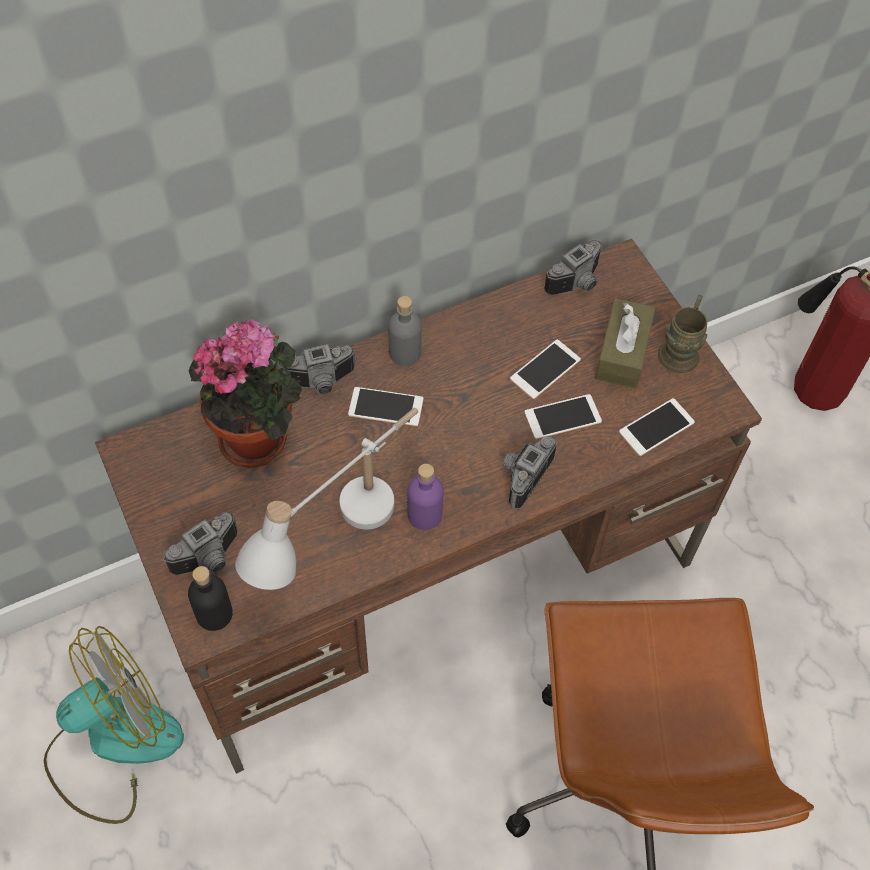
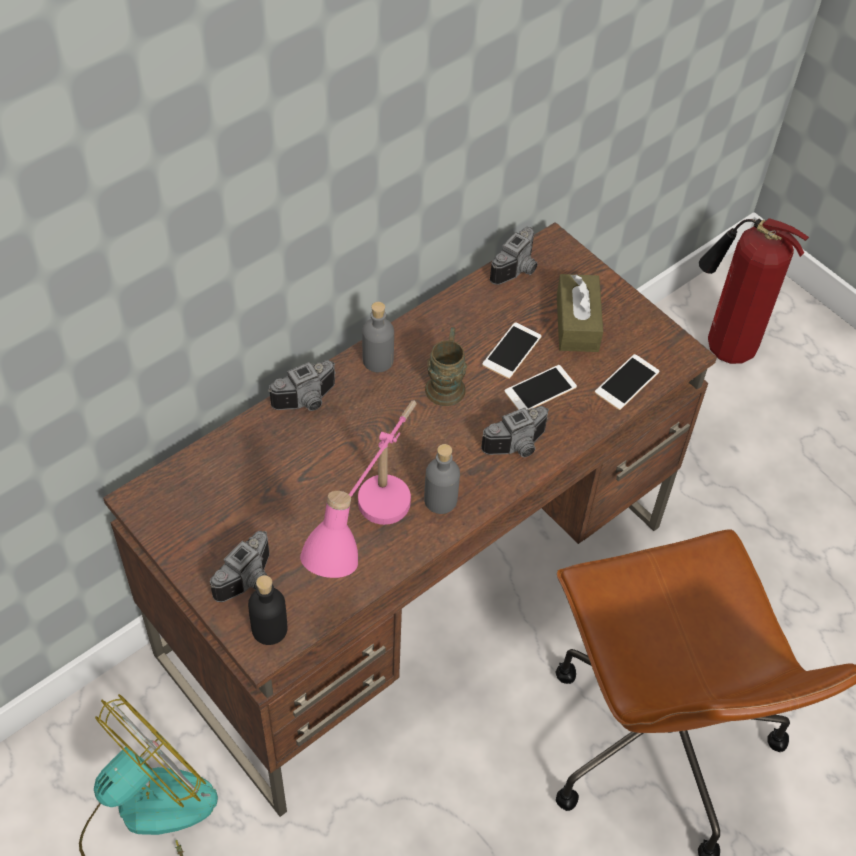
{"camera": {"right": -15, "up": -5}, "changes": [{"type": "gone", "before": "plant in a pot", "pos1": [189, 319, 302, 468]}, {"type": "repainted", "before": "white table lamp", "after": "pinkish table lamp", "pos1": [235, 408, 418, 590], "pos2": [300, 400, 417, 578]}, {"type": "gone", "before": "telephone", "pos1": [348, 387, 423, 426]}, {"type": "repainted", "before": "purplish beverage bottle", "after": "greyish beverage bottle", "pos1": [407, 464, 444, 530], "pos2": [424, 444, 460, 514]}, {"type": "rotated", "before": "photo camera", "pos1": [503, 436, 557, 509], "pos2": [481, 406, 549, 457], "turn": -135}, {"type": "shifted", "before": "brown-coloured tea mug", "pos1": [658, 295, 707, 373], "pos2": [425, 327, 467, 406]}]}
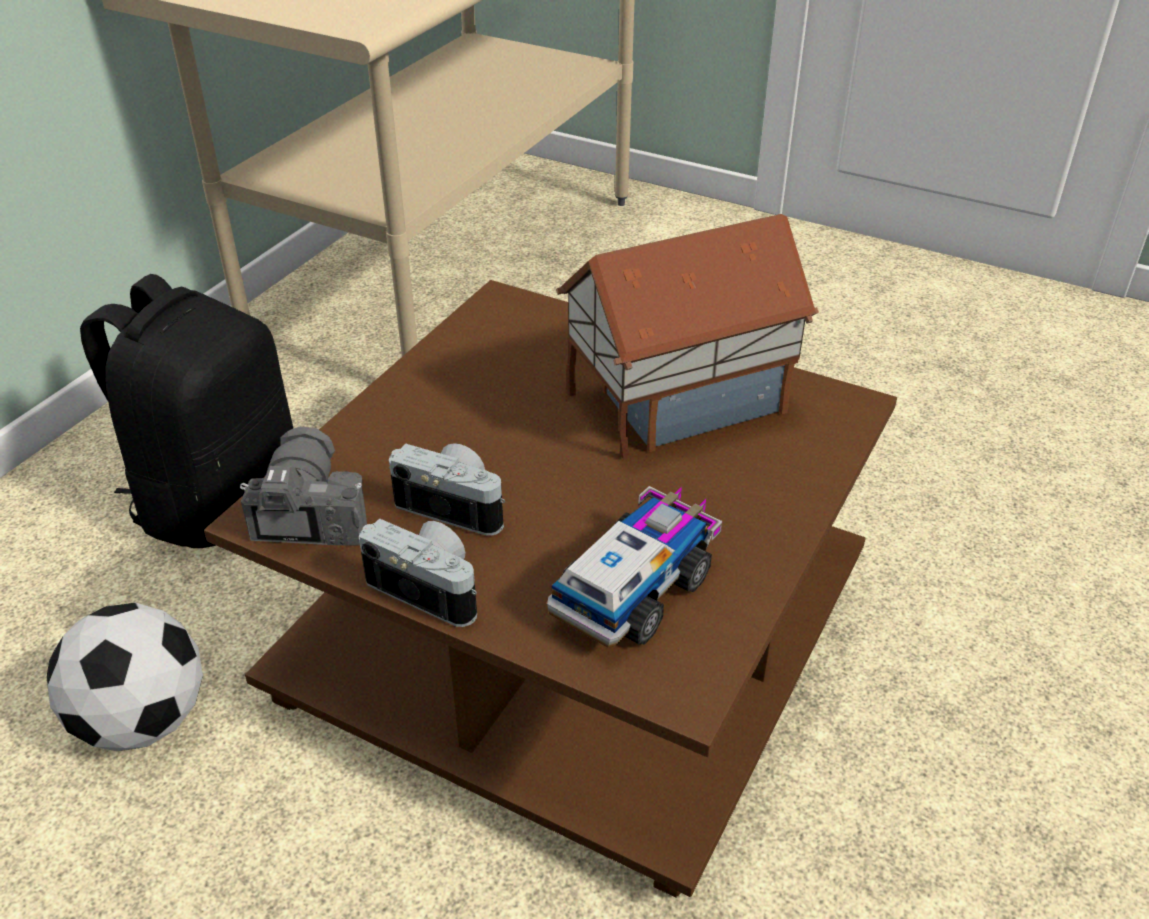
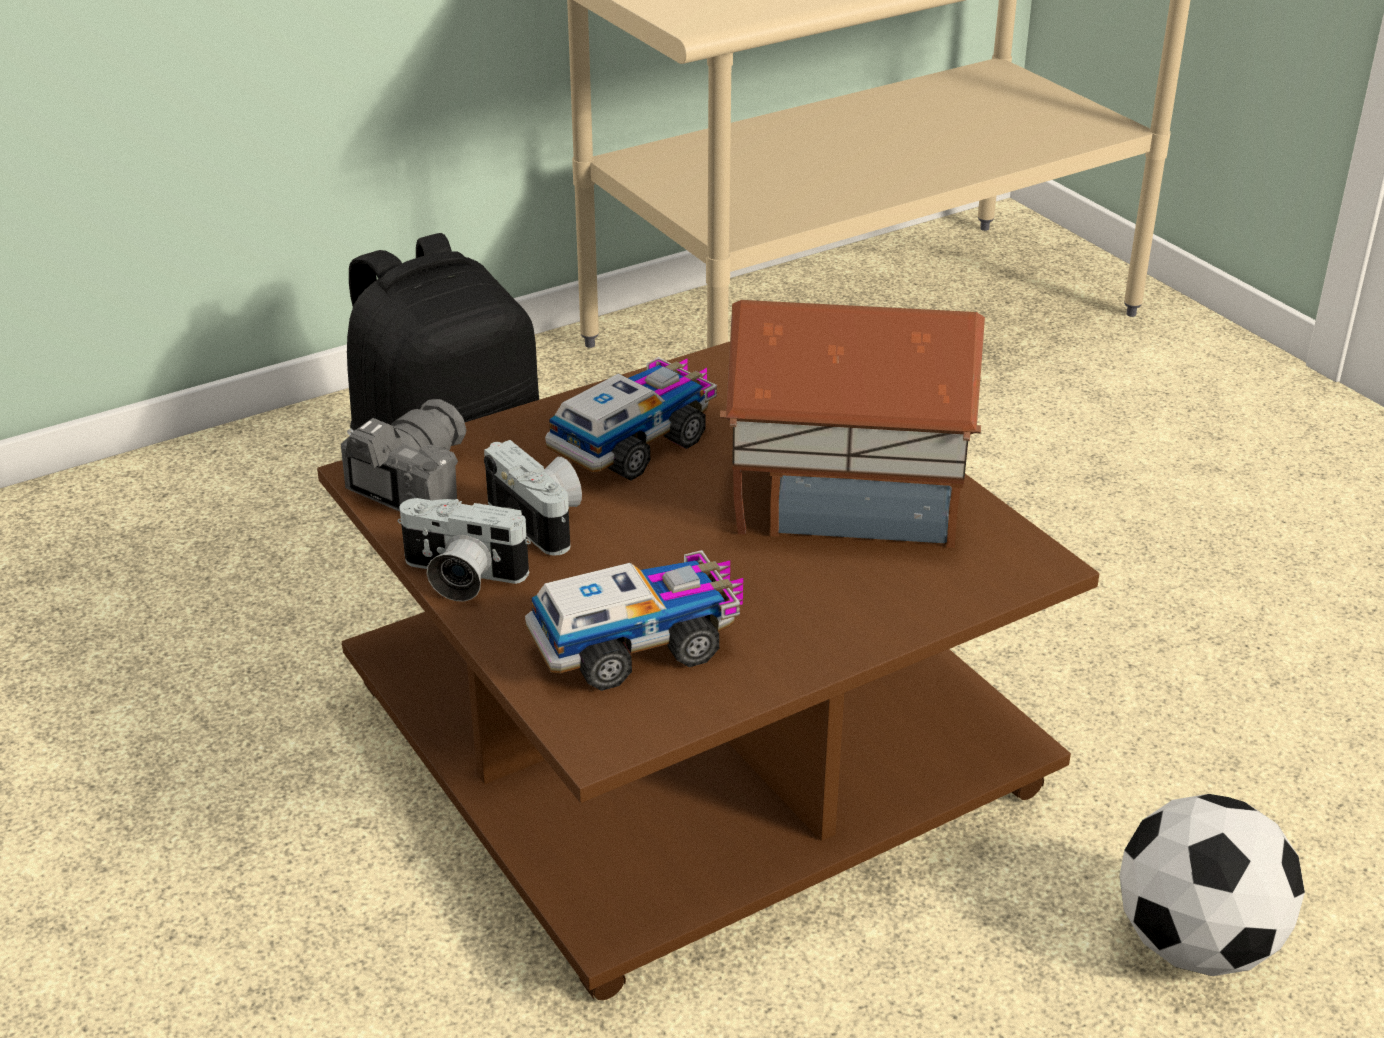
{"camera": {"right": 30, "up": -5}, "changes": [{"type": "shifted", "before": "football ball", "pos1": [46, 603, 203, 751], "pos2": [1119, 794, 1305, 976]}, {"type": "rotated", "before": "photo camera", "pos1": [359, 518, 477, 627], "pos2": [397, 498, 531, 602], "turn": 135}, {"type": "new", "after": "toy lorry", "pos2": [545, 357, 717, 481]}]}
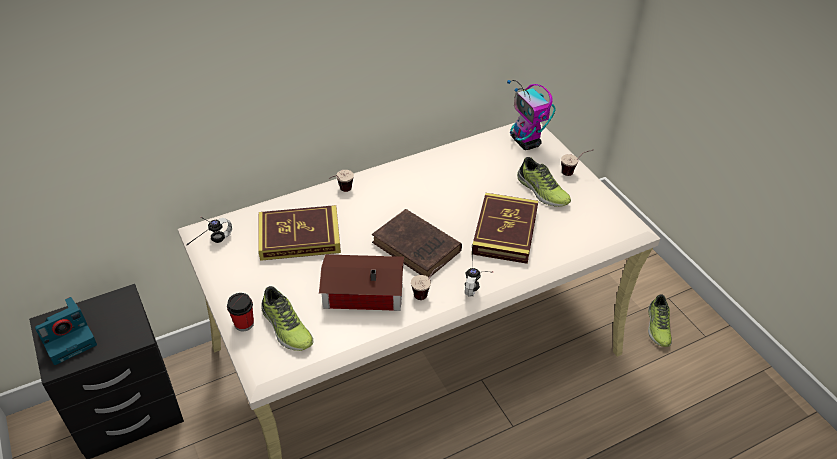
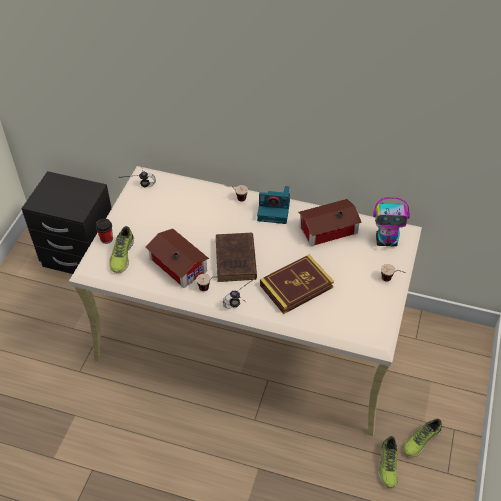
{"camera": {"right": 45, "up": 5}, "changes": [{"type": "shifted", "before": "photo camera", "pos1": [35, 297, 97, 365], "pos2": [257, 186, 290, 224]}, {"type": "gone", "before": "volume", "pos1": [258, 205, 341, 261]}, {"type": "rotated", "before": "toy robot", "pos1": [507, 80, 556, 150], "pos2": [373, 197, 410, 246], "turn": -105}, {"type": "shifted", "before": "shoe", "pos1": [517, 157, 571, 207], "pos2": [378, 436, 398, 488]}, {"type": "new", "after": "toy house", "pos2": [298, 199, 362, 246]}]}
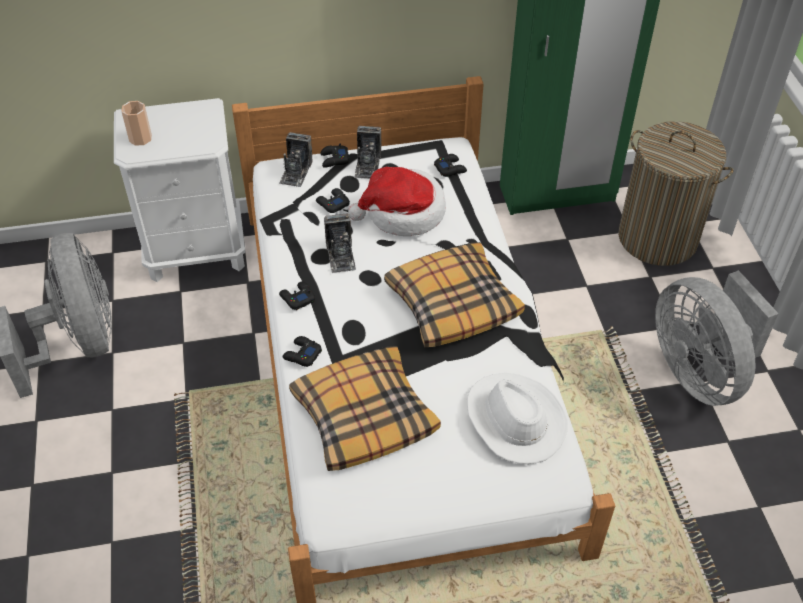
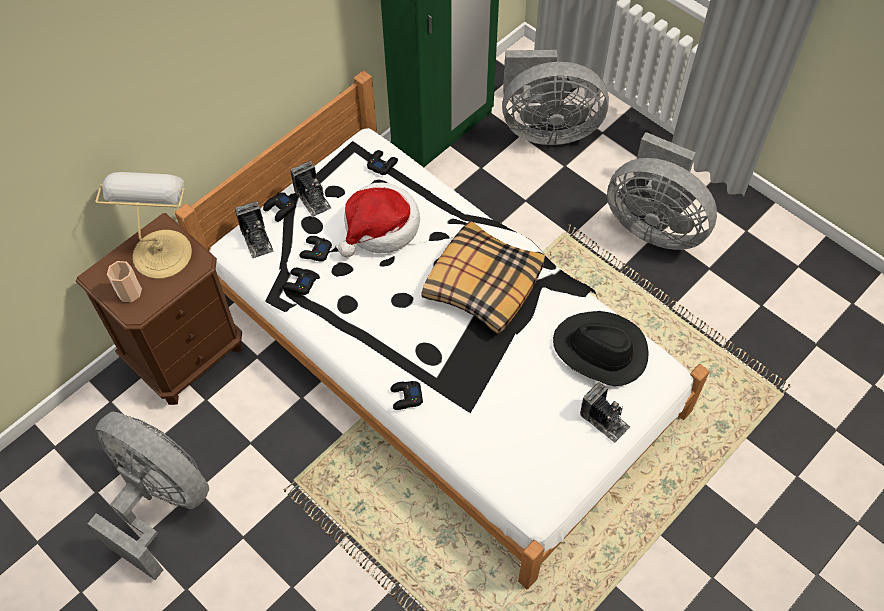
{"camera": {"right": -35, "up": 10}, "changes": [{"type": "repainted", "before": "white bedside table", "after": "brown-coloured bedside table", "pos1": [114, 98, 245, 282], "pos2": [76, 213, 242, 405]}, {"type": "shifted", "before": "black gamepad", "pos1": [279, 281, 315, 310], "pos2": [282, 268, 316, 295]}, {"type": "gone", "before": "throw pillow", "pos1": [289, 346, 441, 471]}, {"type": "shifted", "before": "photo camera", "pos1": [324, 213, 356, 273], "pos2": [580, 382, 630, 443]}, {"type": "repainted", "before": "white clothing hat", "after": "black clothing hat", "pos1": [467, 373, 568, 464], "pos2": [553, 311, 649, 386]}, {"type": "swapped", "before": "washing basket", "after": "greyish cooling fan", "pos1": [618, 121, 734, 266], "pos2": [502, 50, 609, 145]}, {"type": "new", "after": "table lamp", "pos2": [95, 172, 192, 279]}]}
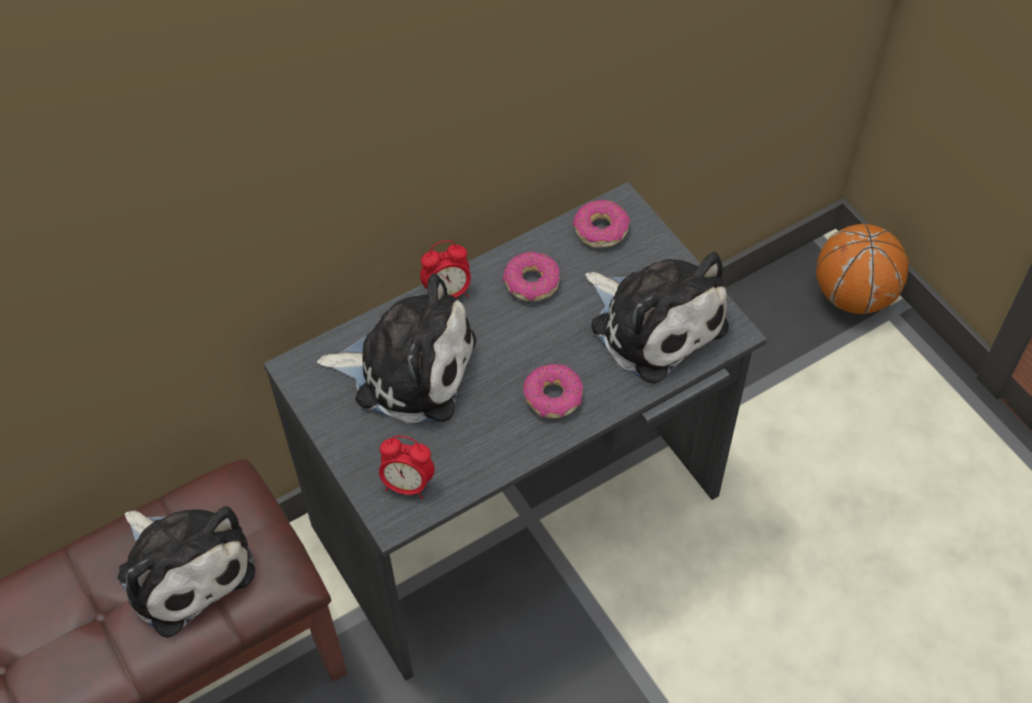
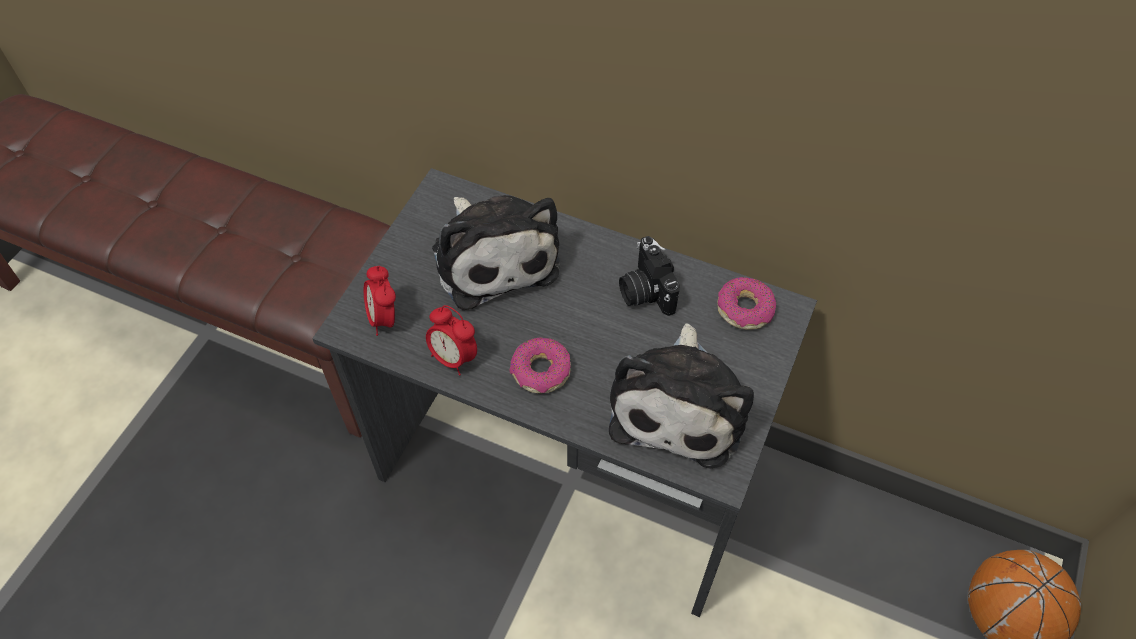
{"camera": {"right": 55, "up": 0}, "changes": [{"type": "gone", "before": "soft toy", "pos1": [118, 506, 255, 638]}, {"type": "shifted", "before": "bedside clock", "pos1": [420, 240, 471, 297], "pos2": [426, 305, 477, 376]}, {"type": "swapped", "before": "donut", "after": "photo camera", "pos1": [503, 252, 560, 301], "pos2": [619, 236, 680, 316]}]}
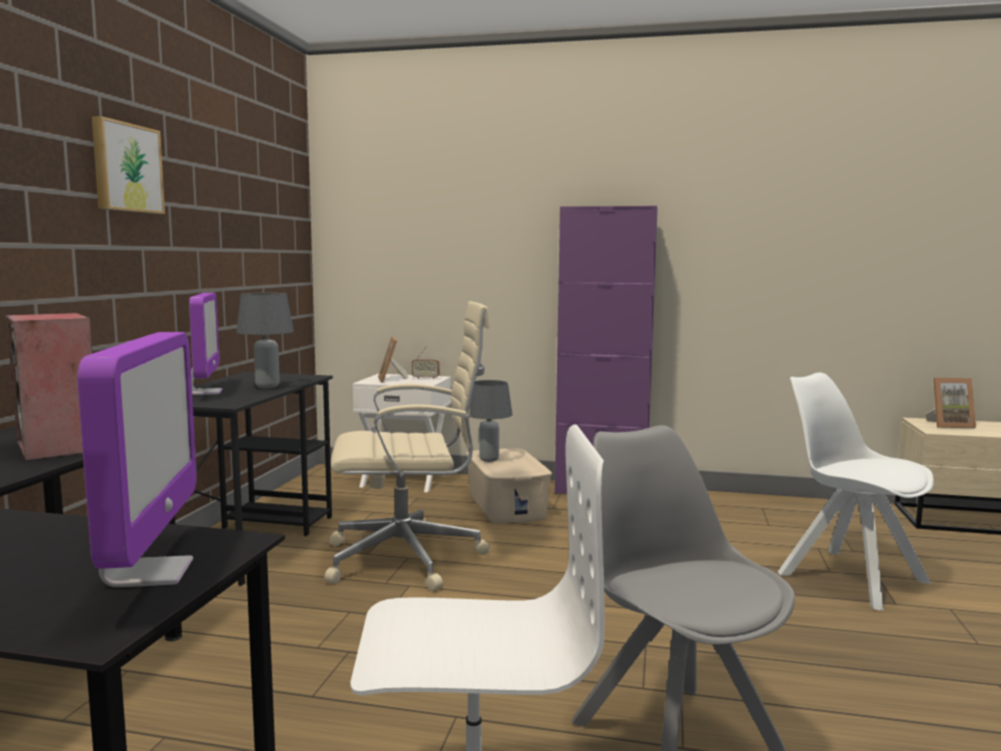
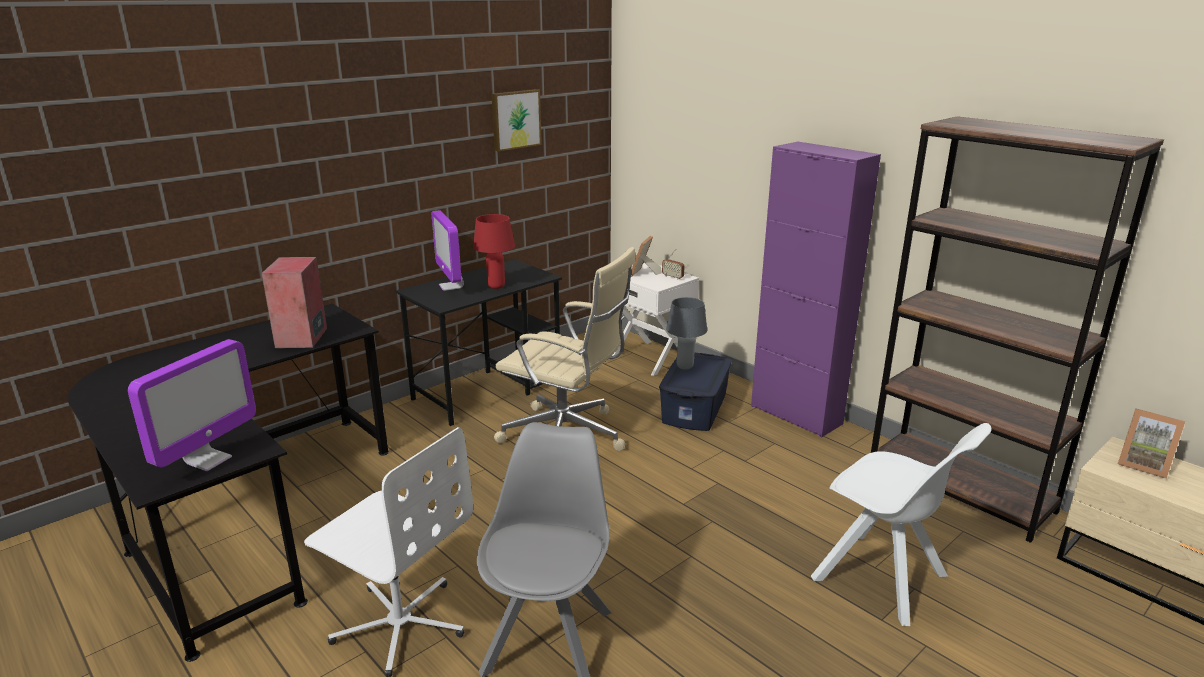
{"camera": {"right": 35, "up": 15}, "changes": [{"type": "shifted", "before": "wall art", "pos1": [92, 116, 165, 214], "pos2": [491, 89, 542, 152]}, {"type": "rotated", "before": "computer screen", "pos1": [189, 293, 222, 395], "pos2": [432, 210, 464, 291], "turn": 135}, {"type": "repainted", "before": "greyish table lamp", "after": "red-coloured table lamp", "pos1": [236, 293, 294, 389], "pos2": [473, 214, 515, 289]}, {"type": "repainted", "before": "beige-coloured storage bin", "after": "bluish storage bin", "pos1": [466, 448, 552, 523], "pos2": [659, 353, 732, 431]}, {"type": "rotated", "before": "white plain chair", "pos1": [778, 372, 934, 611], "pos2": [811, 423, 992, 626], "turn": 135}, {"type": "new", "after": "brown-coloured shelving unit", "pos2": [871, 116, 1164, 543]}]}
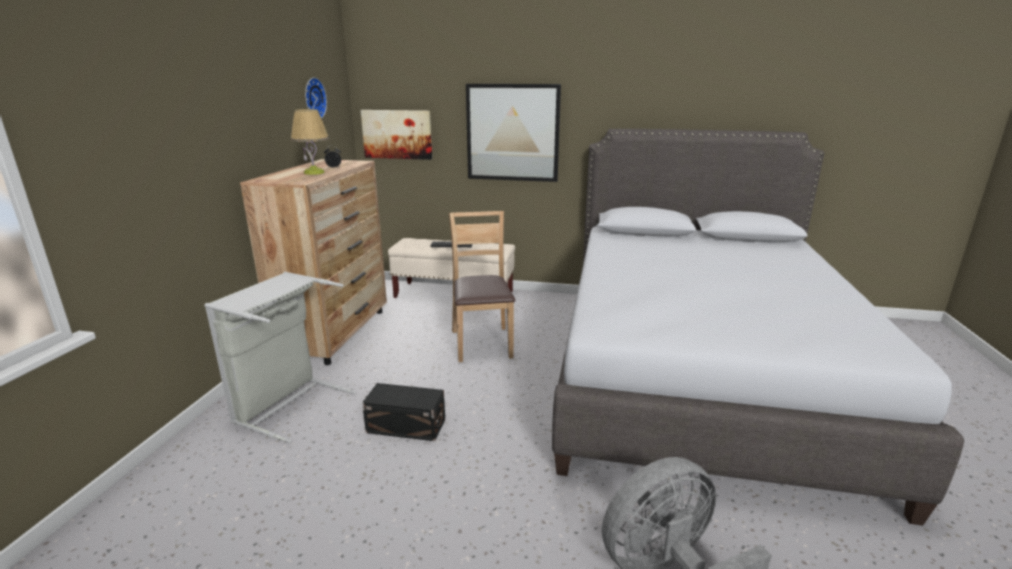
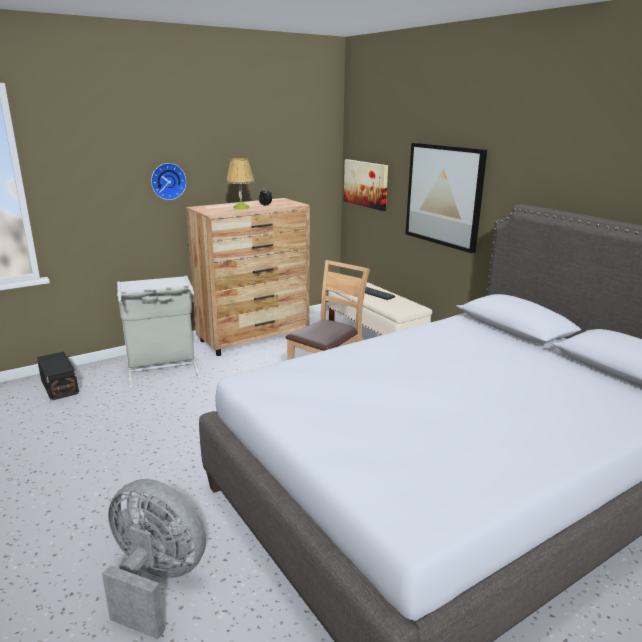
{"camera": {"right": 45, "up": 0}, "changes": [{"type": "shifted", "before": "clock on the wall", "pos1": [305, 78, 327, 119], "pos2": [151, 163, 187, 200]}, {"type": "shifted", "before": "black storage bin", "pos1": [362, 383, 445, 441], "pos2": [37, 352, 79, 401]}]}
